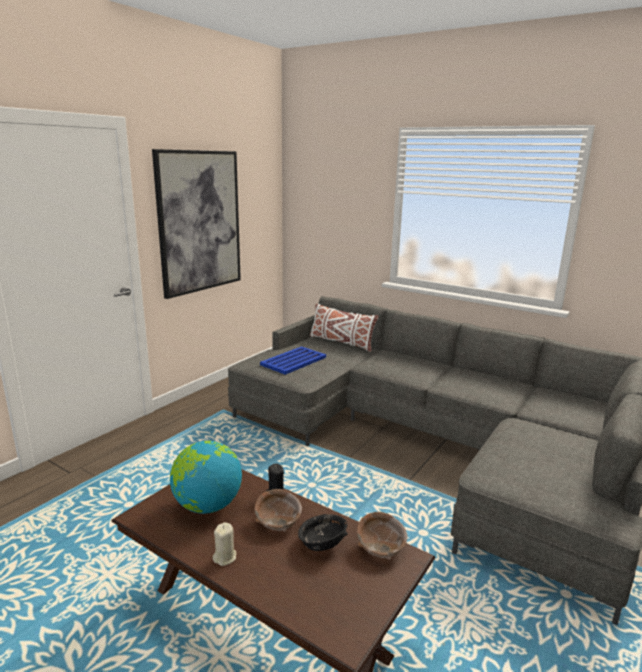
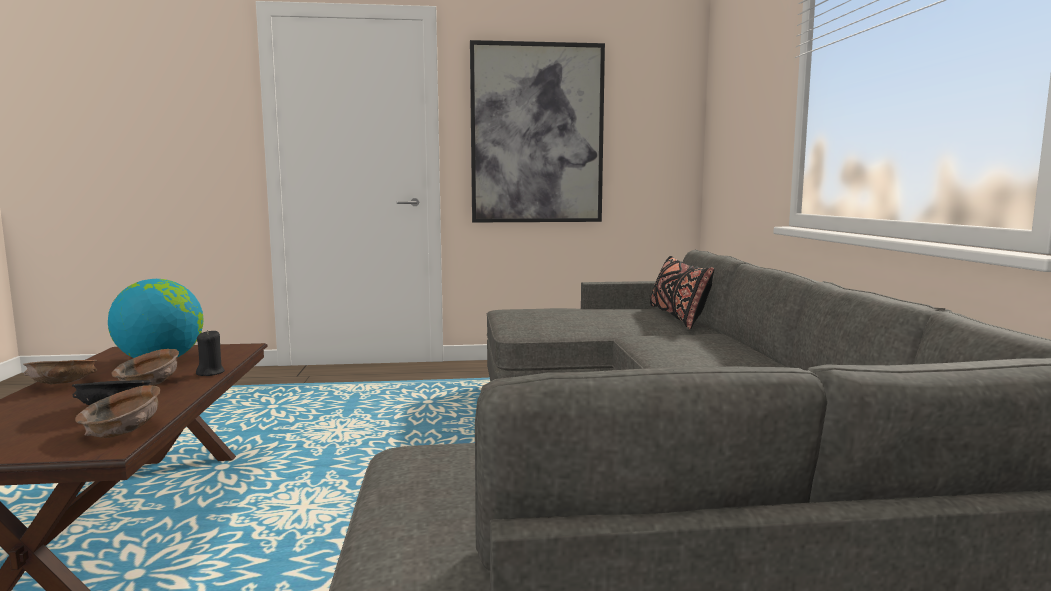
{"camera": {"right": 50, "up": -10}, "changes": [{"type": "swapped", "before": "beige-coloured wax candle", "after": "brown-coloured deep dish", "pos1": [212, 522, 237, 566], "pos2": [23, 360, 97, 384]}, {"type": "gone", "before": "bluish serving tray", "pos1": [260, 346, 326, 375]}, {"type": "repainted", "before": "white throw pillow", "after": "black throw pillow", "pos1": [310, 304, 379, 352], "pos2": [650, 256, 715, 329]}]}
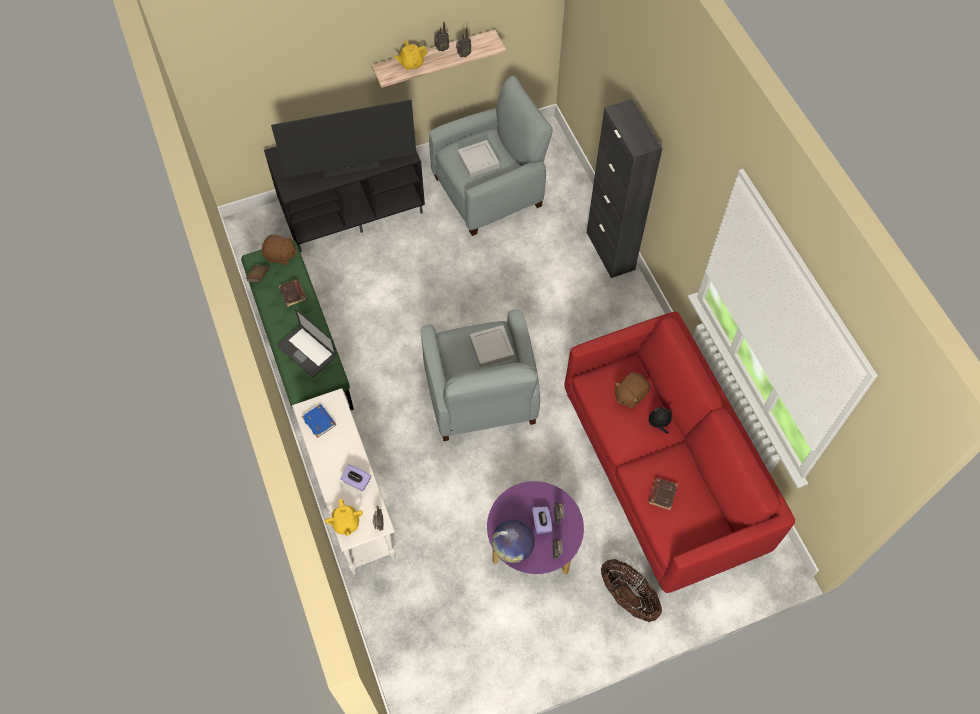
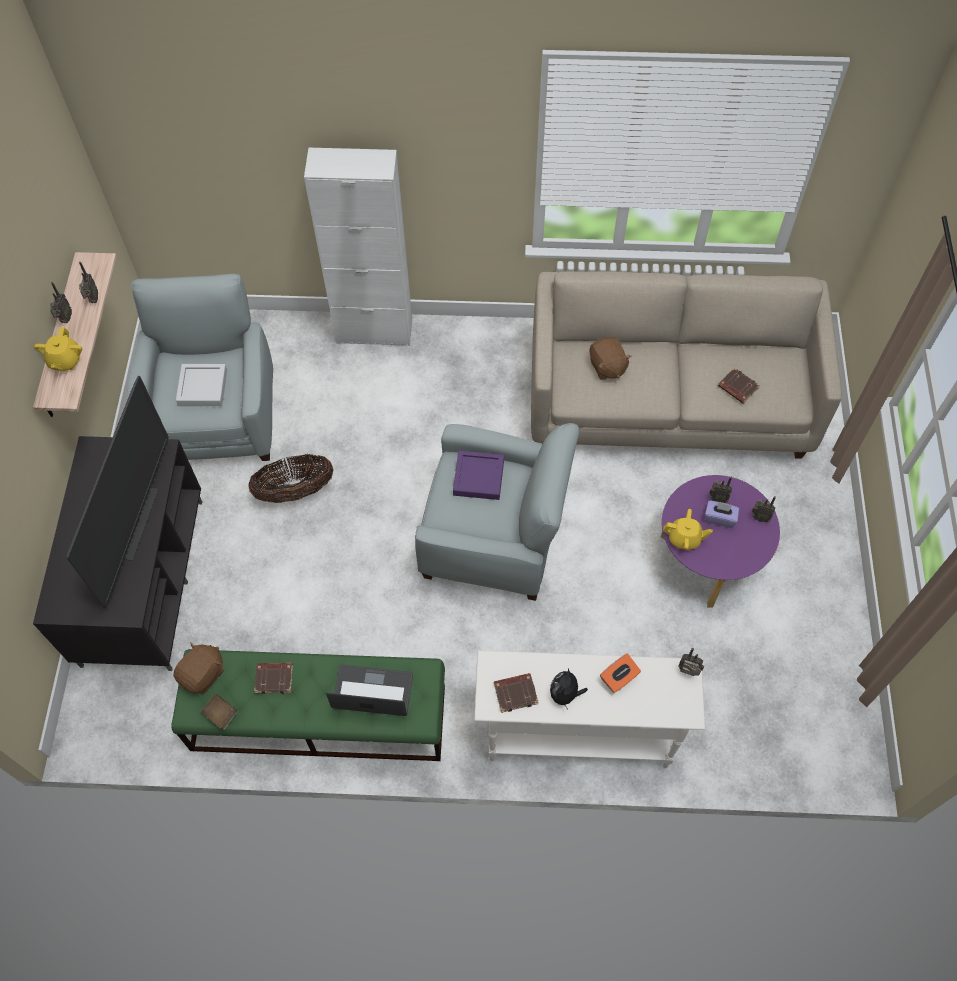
{"camera": {"right": -65, "up": 0}, "changes": [{"type": "rotated", "before": "portable computer", "pos1": [277, 309, 336, 377], "pos2": [326, 665, 413, 716], "turn": -150}, {"type": "repainted", "before": "bluish volume", "after": "brown-coloured volume", "pos1": [302, 404, 336, 438], "pos2": [494, 673, 538, 713]}, {"type": "shifted", "before": "yellow-coloured teapot", "pos1": [325, 499, 363, 536], "pos2": [663, 509, 713, 550]}, {"type": "repainted", "before": "purplish tissue holder", "after": "orange-coloured tissue holder", "pos1": [340, 464, 371, 491], "pos2": [600, 654, 641, 693]}, {"type": "repainted", "before": "greyish serving tray", "after": "purplish serving tray", "pos1": [470, 325, 514, 368], "pos2": [453, 451, 504, 500]}, {"type": "gone", "before": "globe", "pos1": [492, 520, 535, 563]}, {"type": "repainted", "before": "red-coloured couch", "after": "beige-coloured couch", "pos1": [564, 312, 795, 593], "pos2": [531, 271, 842, 459]}, {"type": "repainted", "before": "black cabinet", "after": "white cabinet", "pos1": [587, 99, 662, 278], "pos2": [304, 148, 412, 346]}, {"type": "shifted", "before": "storage basket", "pos1": [601, 559, 662, 622], "pos2": [248, 454, 333, 503]}, {"type": "shifted", "before": "soft toy", "pos1": [648, 407, 672, 434], "pos2": [550, 669, 588, 710]}]}
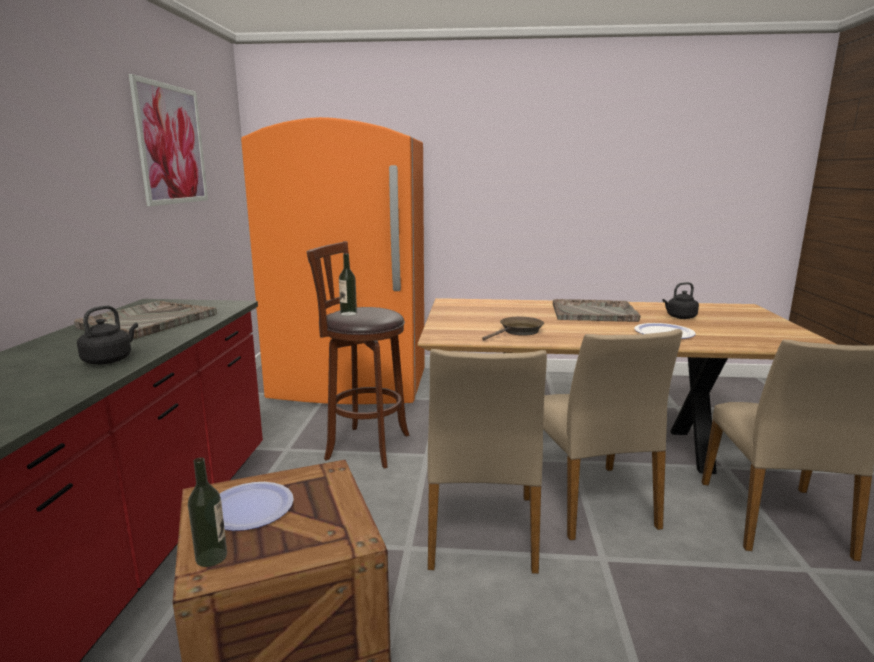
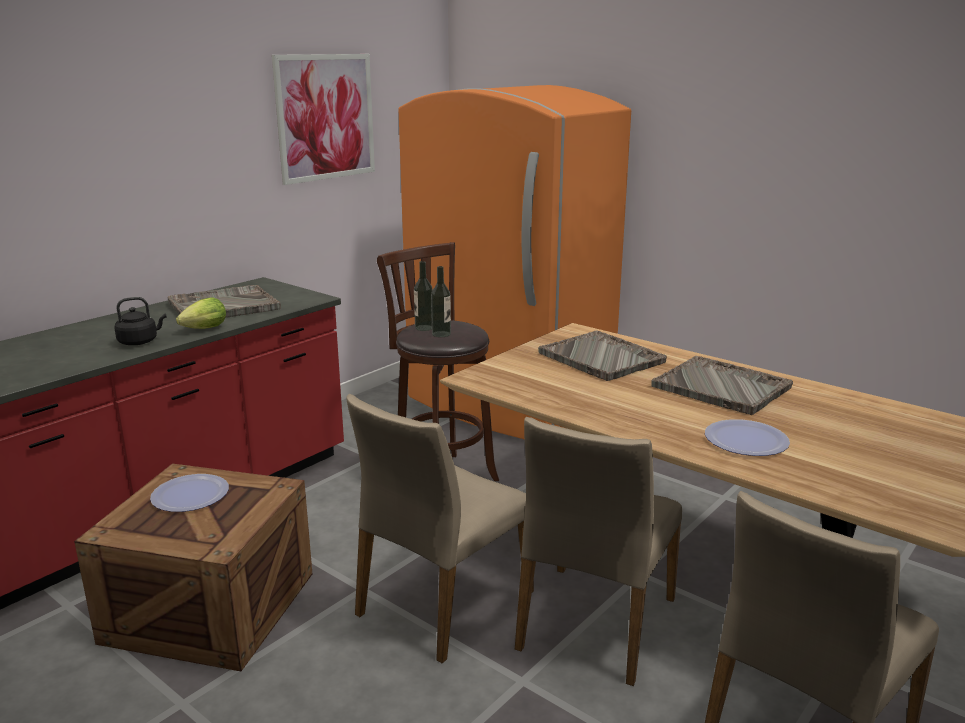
{"camera": {"right": 35, "up": 5}, "changes": [{"type": "shifted", "before": "beverage bottle", "pos1": [188, 458, 227, 567], "pos2": [431, 266, 451, 337]}, {"type": "gone", "before": "brown-coloured skillet", "pos1": [482, 317, 544, 340]}, {"type": "gone", "before": "black kettle", "pos1": [662, 282, 699, 319]}, {"type": "new", "after": "lettuce", "pos2": [176, 297, 226, 329]}, {"type": "new", "after": "greyish serving tray", "pos2": [538, 330, 667, 381]}]}
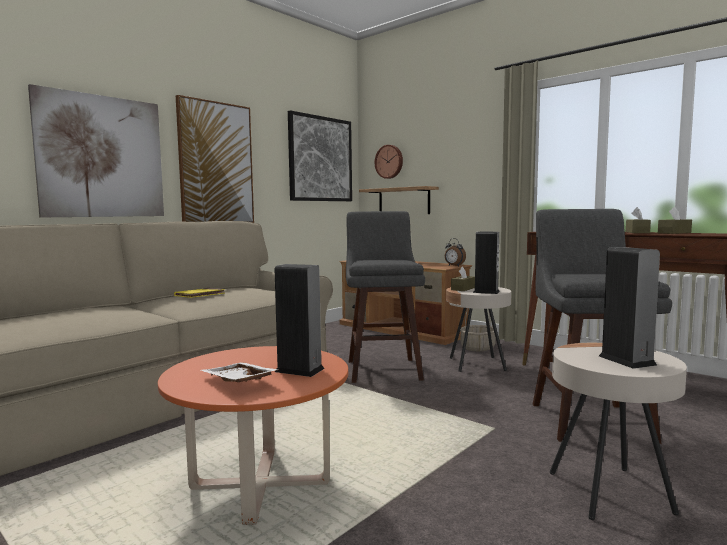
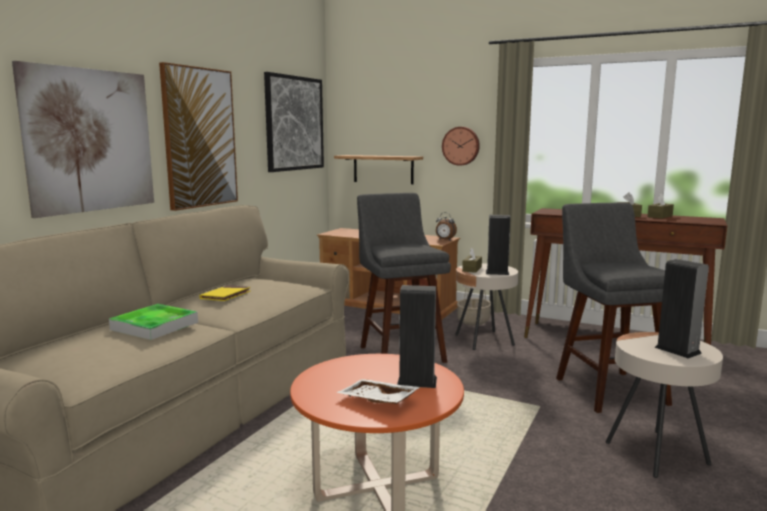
{"camera": {"right": -15, "up": 5}, "changes": [{"type": "shifted", "before": "clock on the wall", "pos1": [375, 145, 403, 179], "pos2": [442, 127, 480, 166]}, {"type": "new", "after": "serving tray", "pos2": [109, 304, 198, 340]}]}
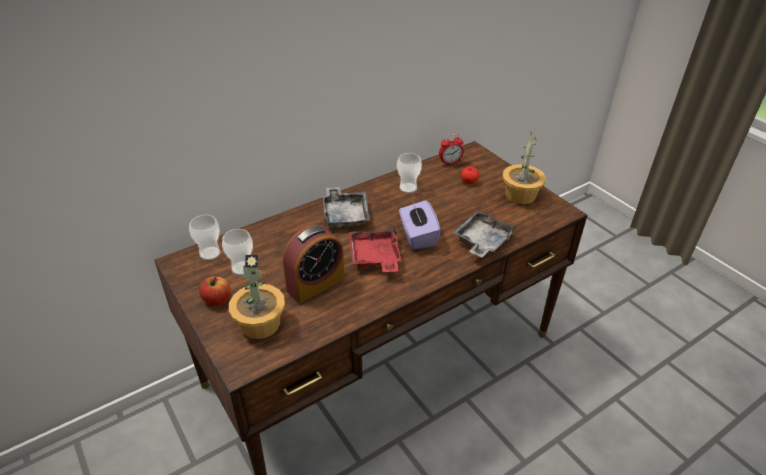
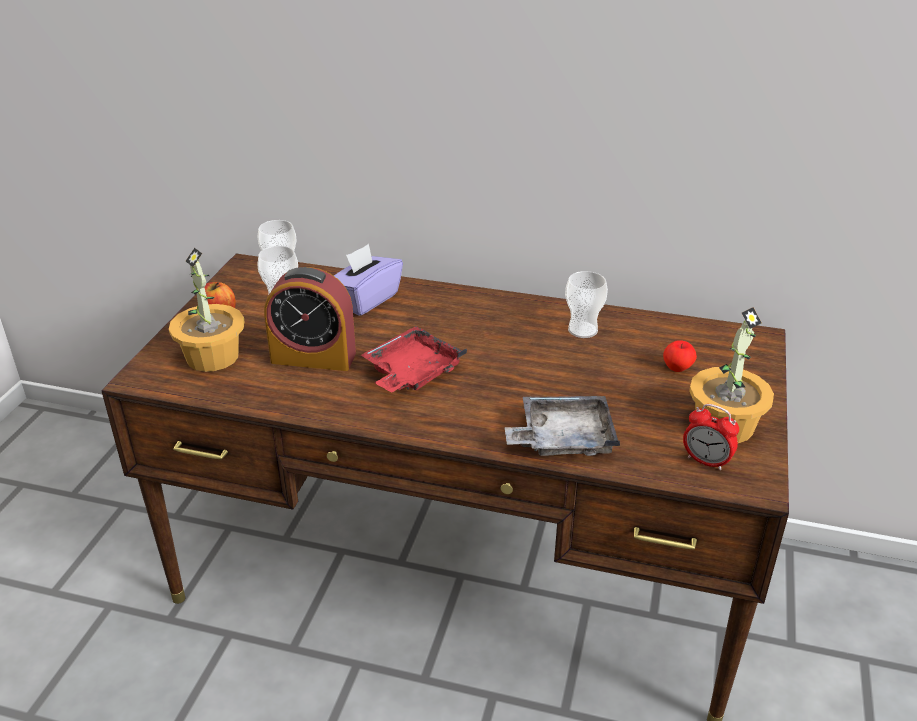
{"camera": {"right": 50, "up": -5}, "changes": [{"type": "gone", "before": "greyish serving tray", "pos1": [323, 187, 370, 228]}, {"type": "shifted", "before": "purplish tissue holder", "pos1": [399, 200, 441, 250], "pos2": [334, 244, 403, 316]}, {"type": "shifted", "before": "bedside clock", "pos1": [439, 134, 464, 165], "pos2": [683, 404, 739, 470]}]}
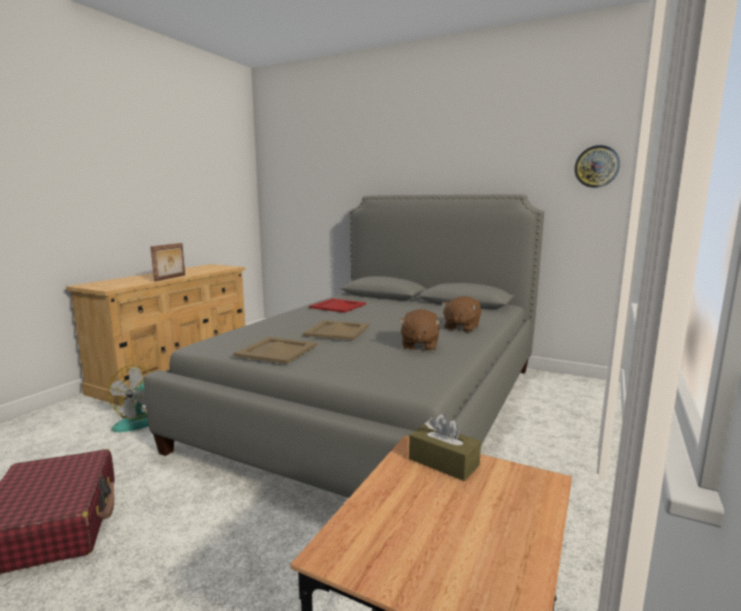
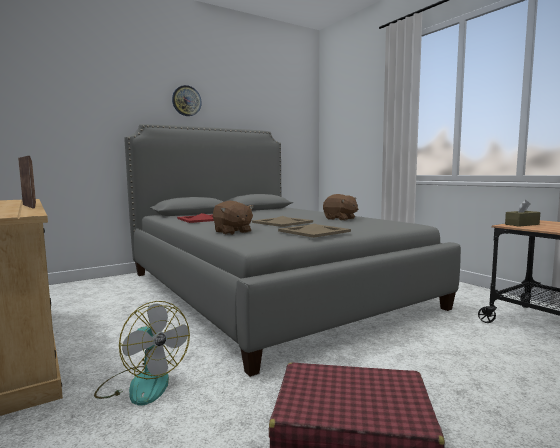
{"camera": {"right": -60, "up": -5}, "changes": [{"type": "shifted", "before": "brown-coloured soft toy", "pos1": [442, 296, 481, 332], "pos2": [213, 201, 254, 235]}, {"type": "shifted", "before": "clock on the wall", "pos1": [574, 145, 620, 188], "pos2": [172, 85, 202, 116]}]}
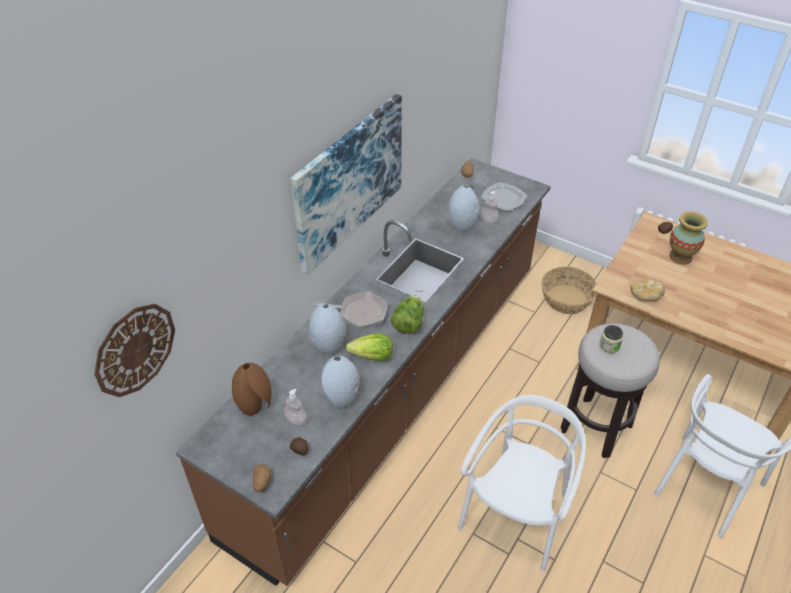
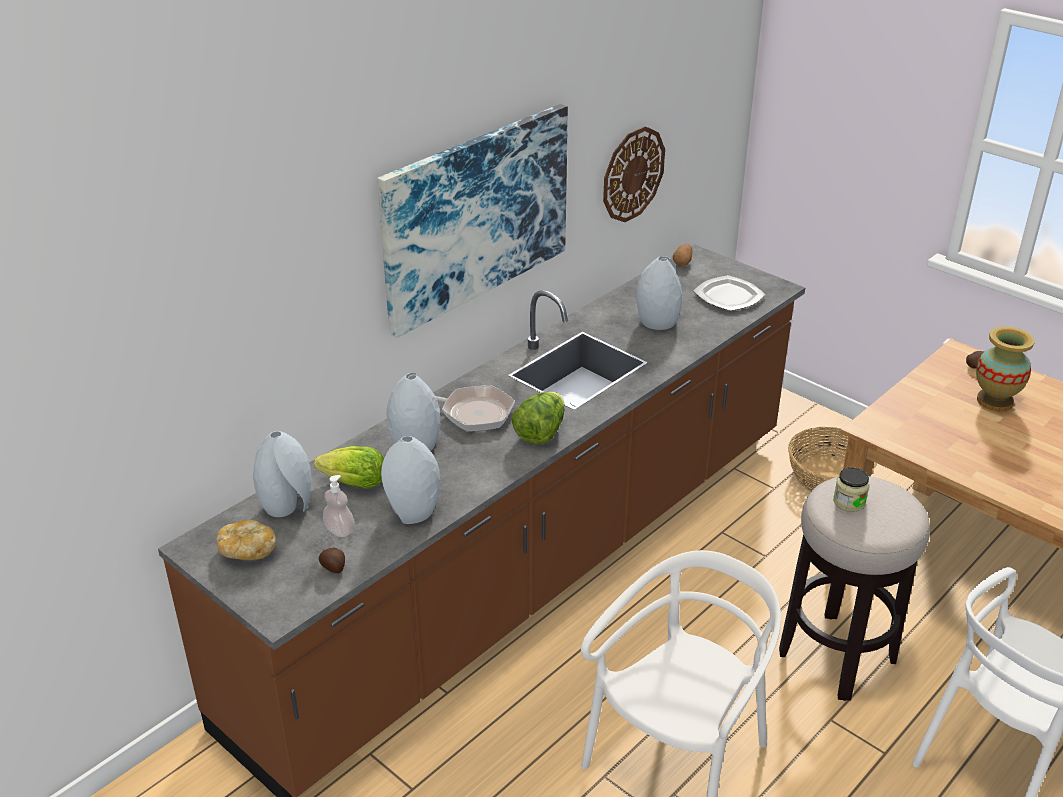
{"camera": {"right": 10, "up": -10}, "changes": [{"type": "shifted", "before": "clock on the wall", "pos1": [94, 304, 175, 397], "pos2": [603, 126, 665, 222]}, {"type": "repainted", "before": "brown-coloured decorative vase", "after": "greyish decorative vase", "pos1": [232, 362, 272, 416], "pos2": [253, 431, 312, 517]}, {"type": "gone", "before": "spud", "pos1": [253, 464, 271, 493]}, {"type": "shifted", "before": "lettuce", "pos1": [346, 334, 393, 361], "pos2": [314, 446, 384, 489]}, {"type": "gone", "before": "soap bottle", "pos1": [481, 191, 499, 224]}, {"type": "shifted", "before": "bakery bread", "pos1": [630, 279, 665, 301], "pos2": [217, 520, 276, 560]}]}
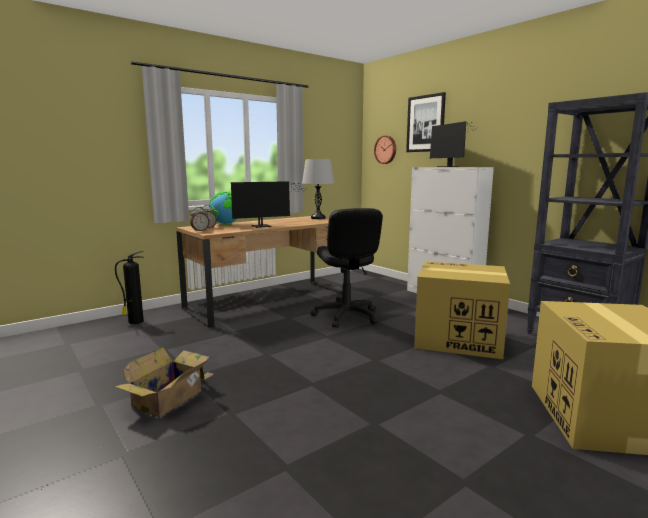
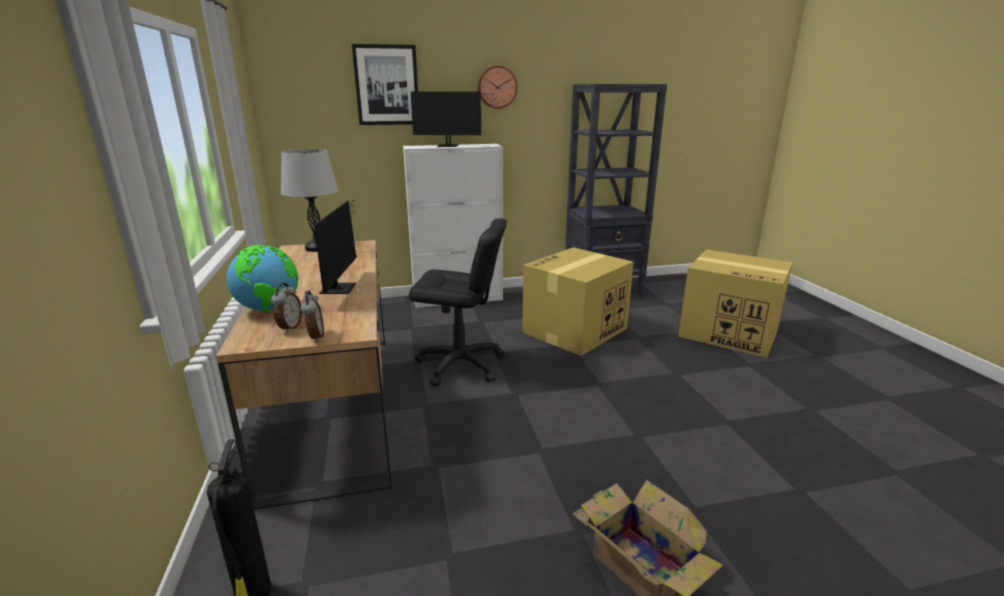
{"camera": {"right": -65, "up": 10}, "changes": [{"type": "shifted", "before": "clock on the wall", "pos1": [374, 136, 396, 164], "pos2": [478, 66, 518, 109]}]}
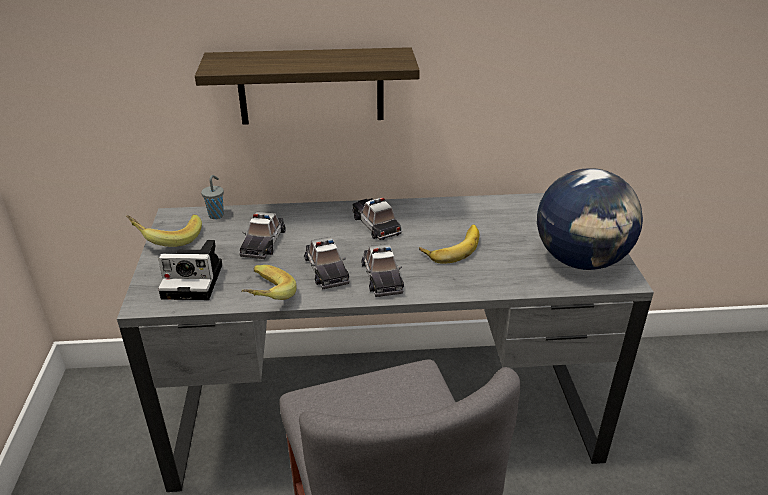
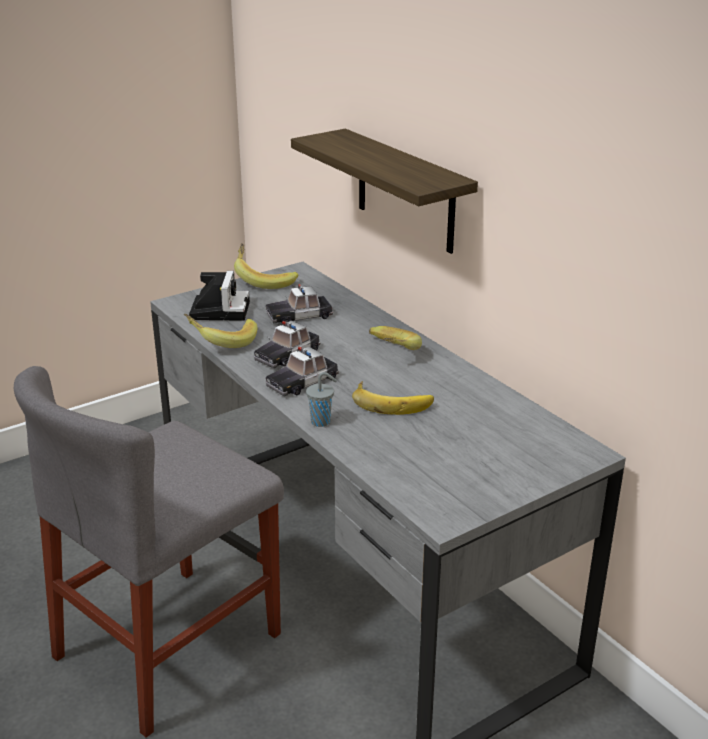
{"camera": {"right": 60, "up": -5}, "changes": [{"type": "rotated", "before": "photo camera", "pos1": [158, 240, 222, 300], "pos2": [189, 271, 250, 321], "turn": -150}, {"type": "shifted", "before": "greyish cup", "pos1": [201, 175, 224, 219], "pos2": [306, 372, 337, 427]}, {"type": "swapped", "before": "miniature car", "after": "banana", "pos1": [352, 198, 402, 240], "pos2": [369, 326, 422, 350]}, {"type": "gone", "before": "globe", "pos1": [537, 168, 643, 270]}]}
